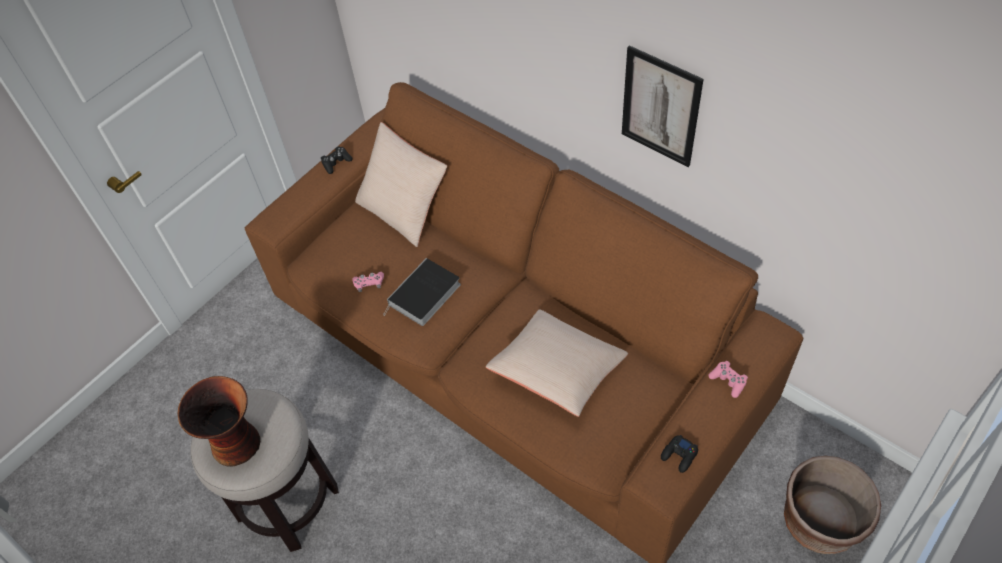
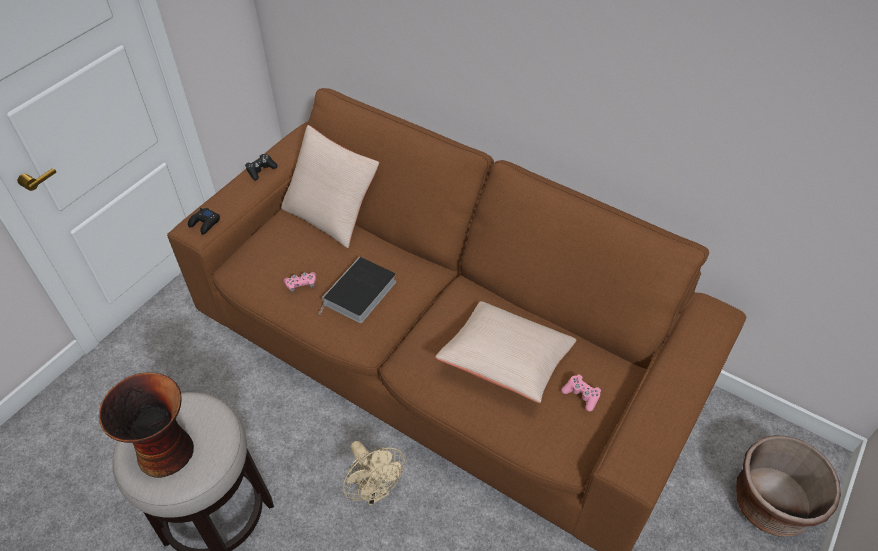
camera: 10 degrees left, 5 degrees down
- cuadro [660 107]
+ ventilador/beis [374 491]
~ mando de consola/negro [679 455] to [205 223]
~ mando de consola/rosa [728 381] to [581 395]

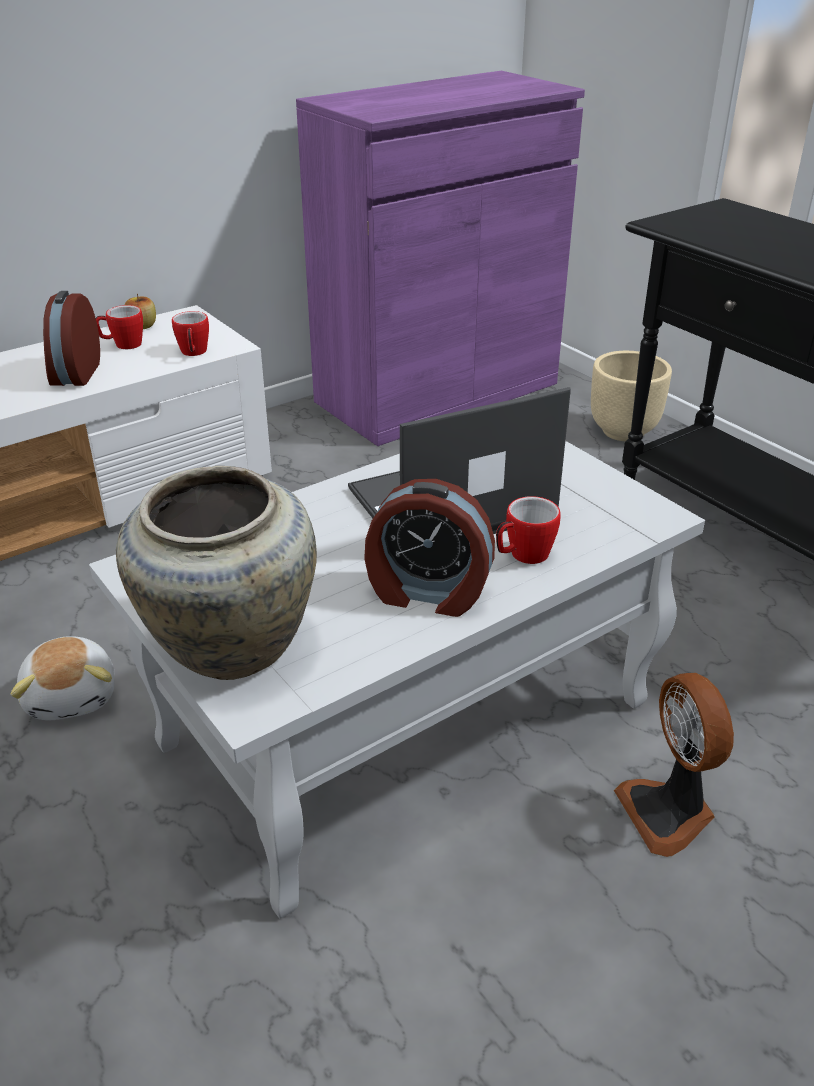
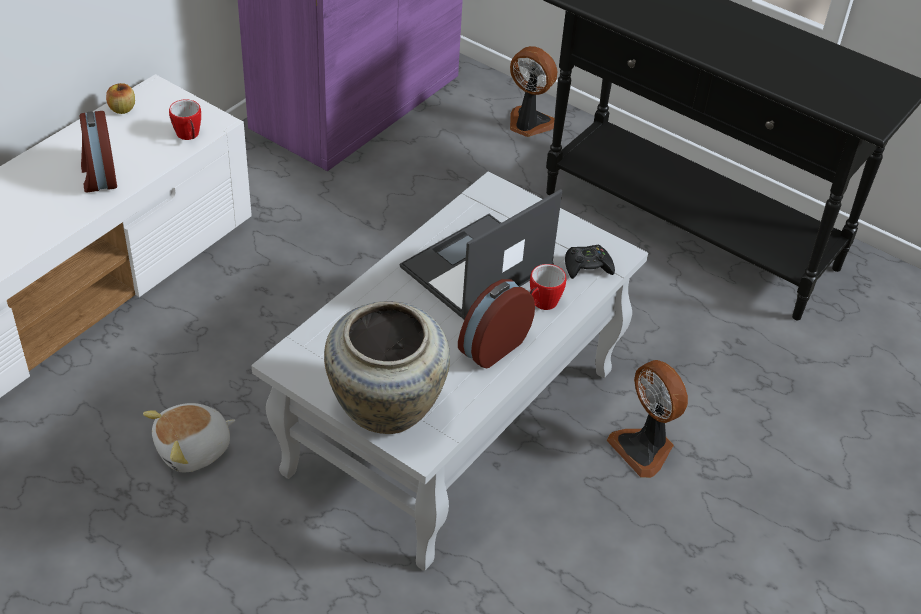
camera: 20 degrees left, 10 degrees up
- taza grande [123 345]
+ mando de consola/negro [587 266]
~ maceta/beis [622 432] to ventilador [528 124]
~ peluche [73 696] = [194 450] 90 degrees clockwise
~ despertador [427 594] = [492 345] 135 degrees clockwise

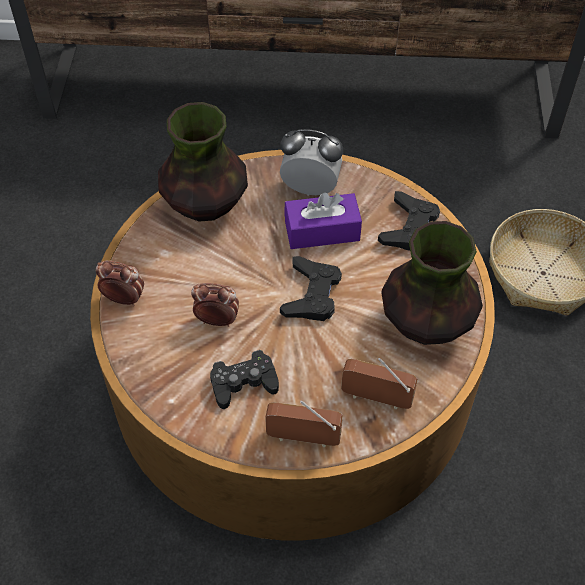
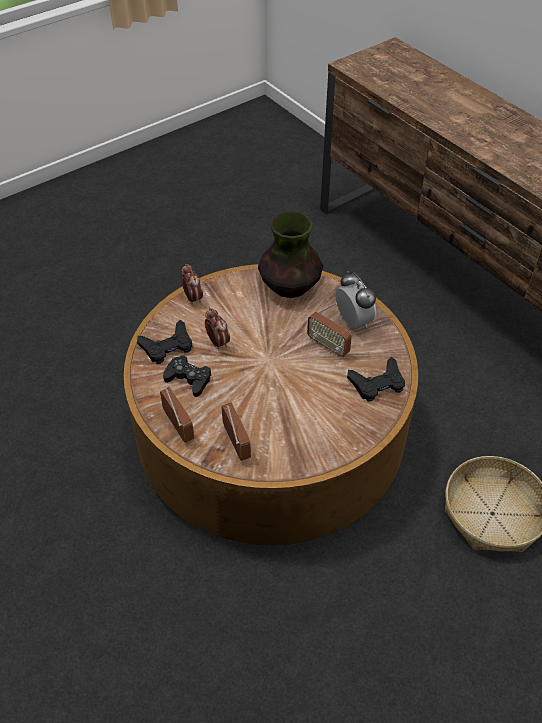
camera: 50 degrees right, 5 degrees down
- florero [426 323]
~ mando de consola/negro [311 294] to [167 346]
~ caja de pañuelos/morado [322 231] to radio [328 346]

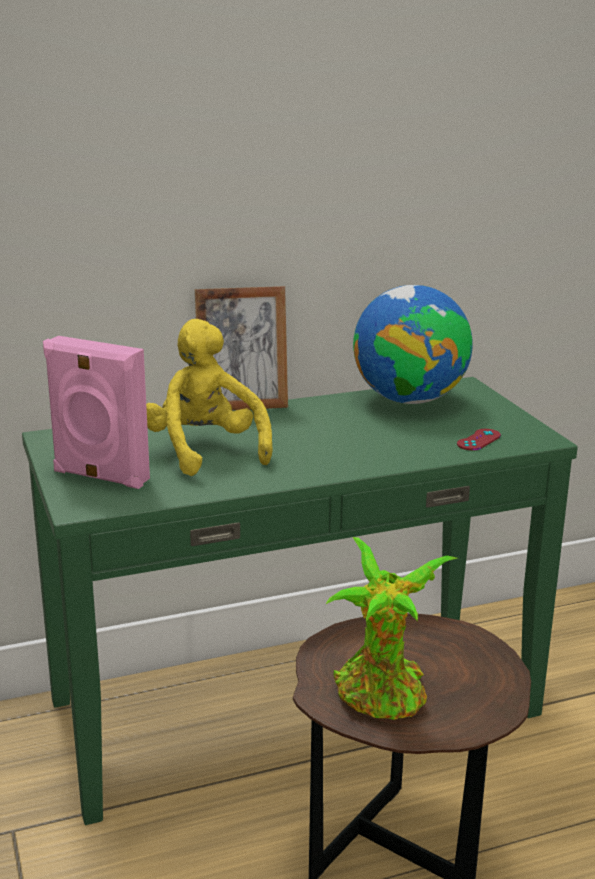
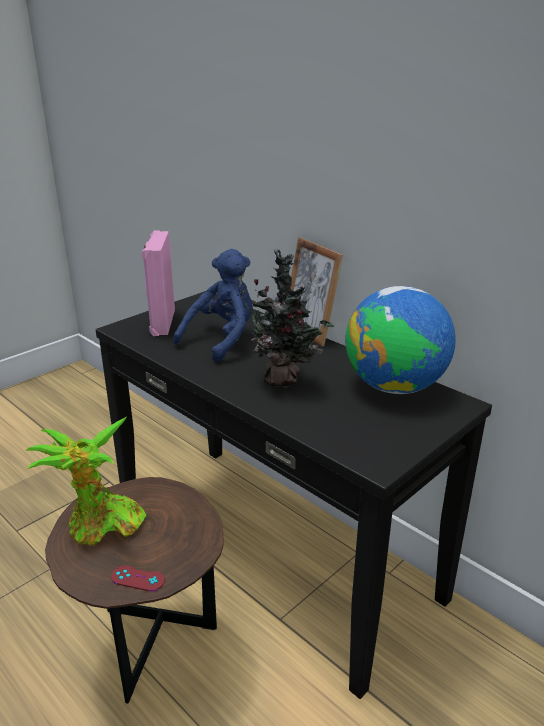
camera: 65 degrees right, 5 degrees up
+ planta en maceta [285 380]
~ mando de consola/rojo [478 440] to [138 578]
~ mesa consola/verde [294 706] to mesa consola/negro [273 546]
~ peluche/amarillo [205 451] to peluche/azul [222 339]

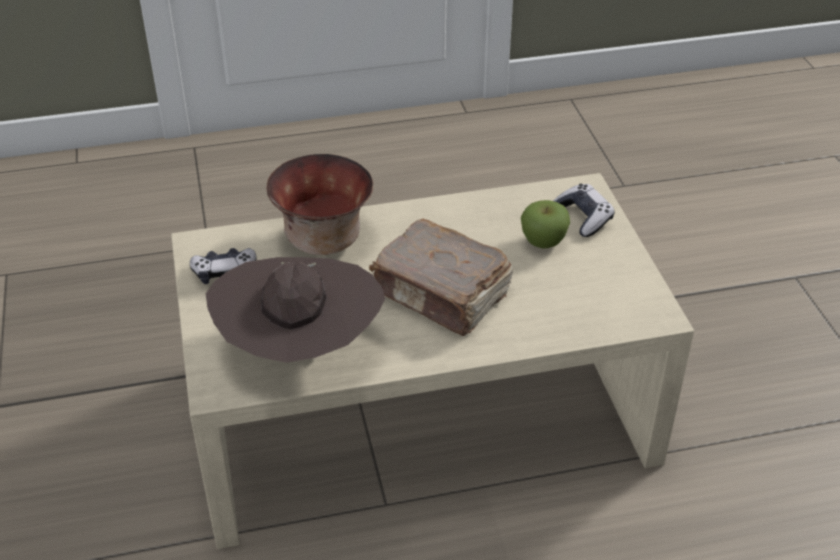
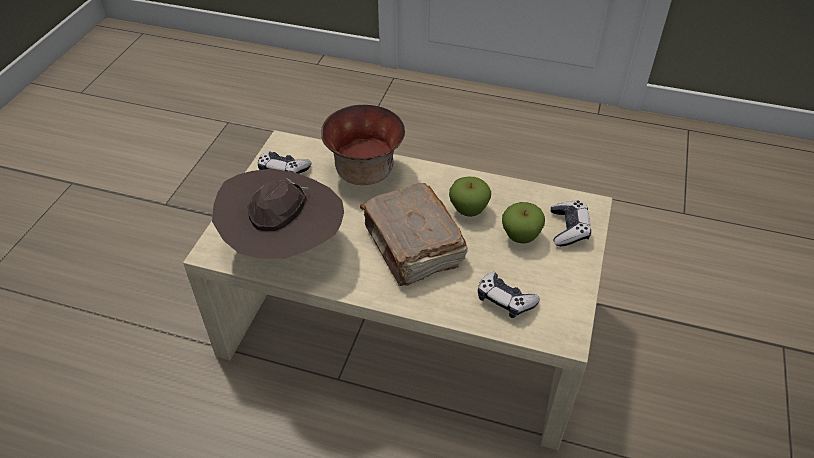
camera: 30 degrees right, 5 degrees up
+ manzana [468 210]
+ mando de consola [505 300]

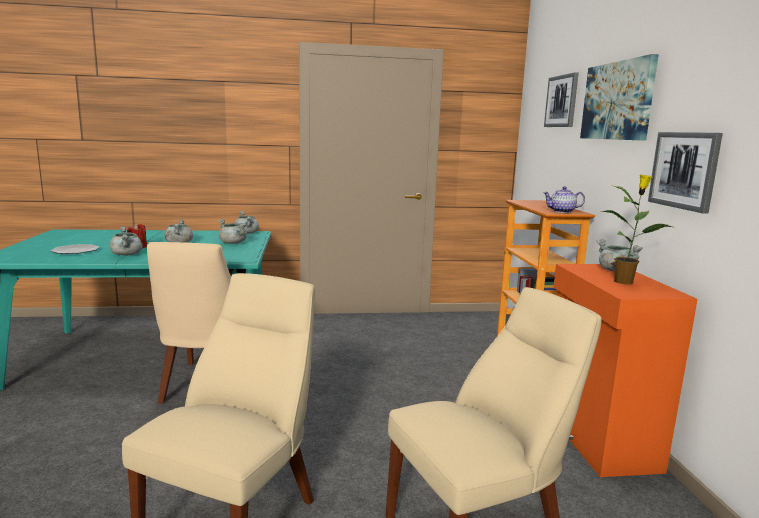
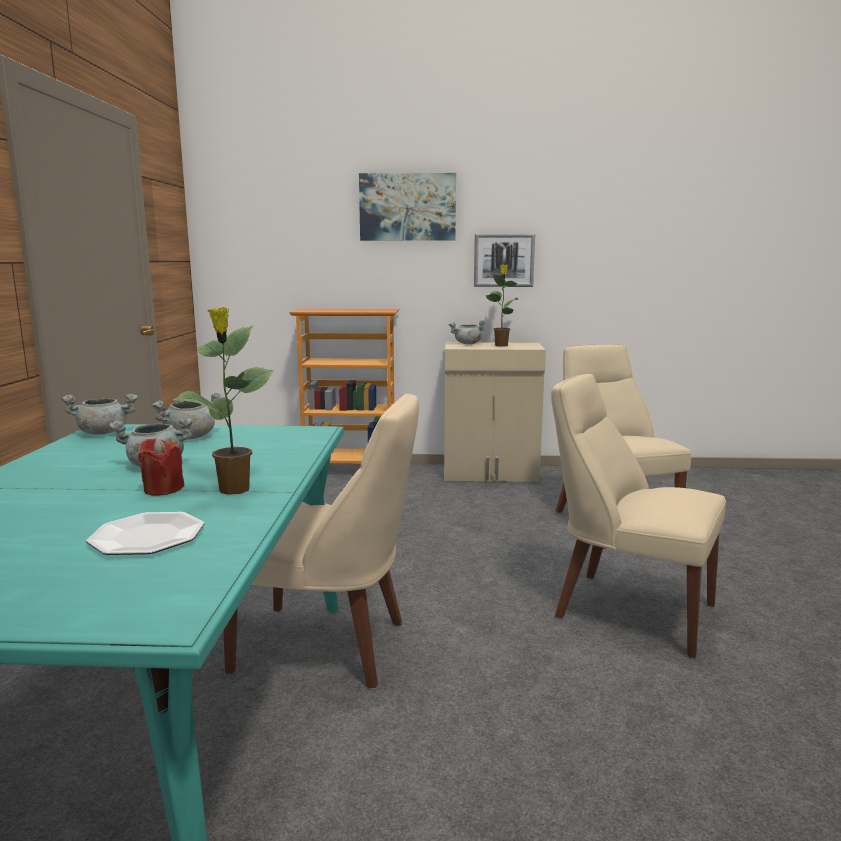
camera: 80 degrees left, 0 degrees up
- tetera [562 211]
- cuadro [562 101]
~ olla/gris [127 254] to planta en maceta [234 490]
~ armario/naranja [597 438] to armario/beis [491 473]

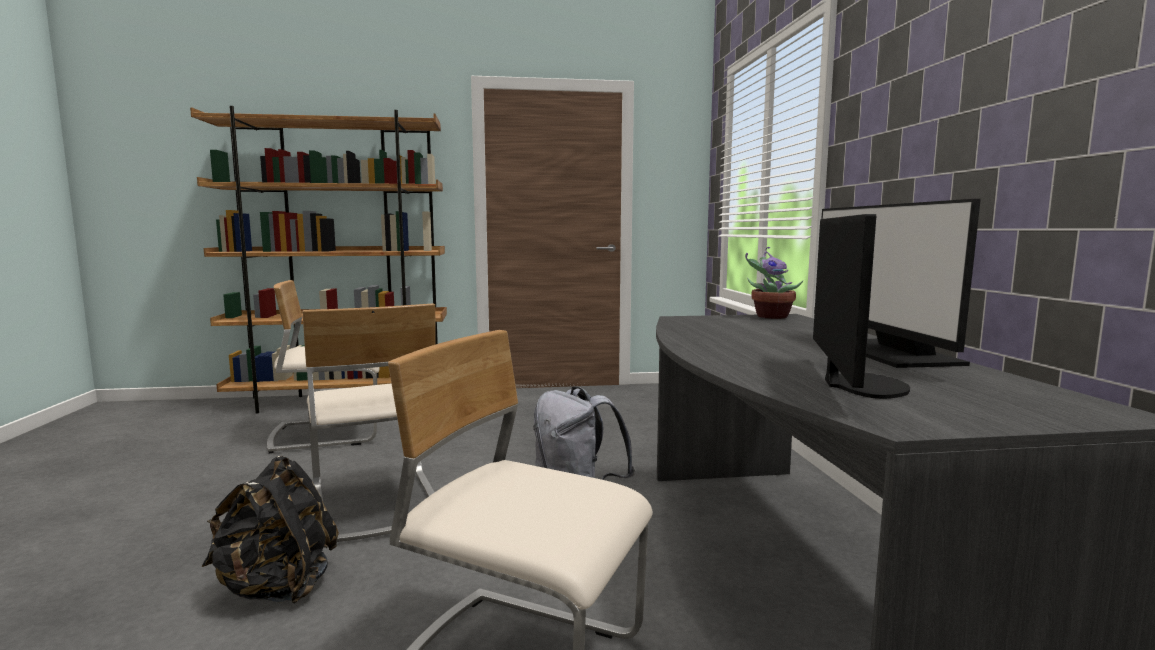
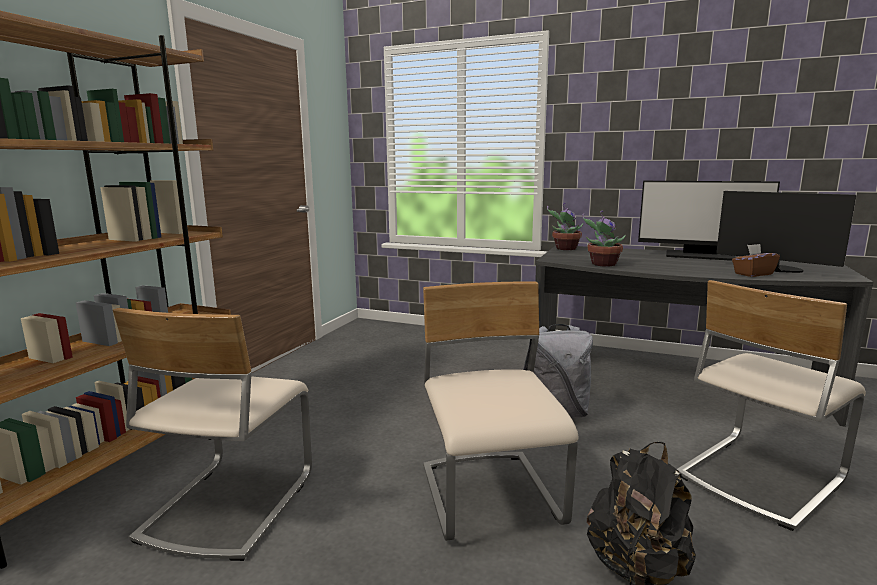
camera: 60 degrees left, 5 degrees up
+ planta en maceta [602 264]
+ caja de pañuelos/marrón [753 274]
~ silla/beis [375 505] = [491 497] 105 degrees counterclockwise

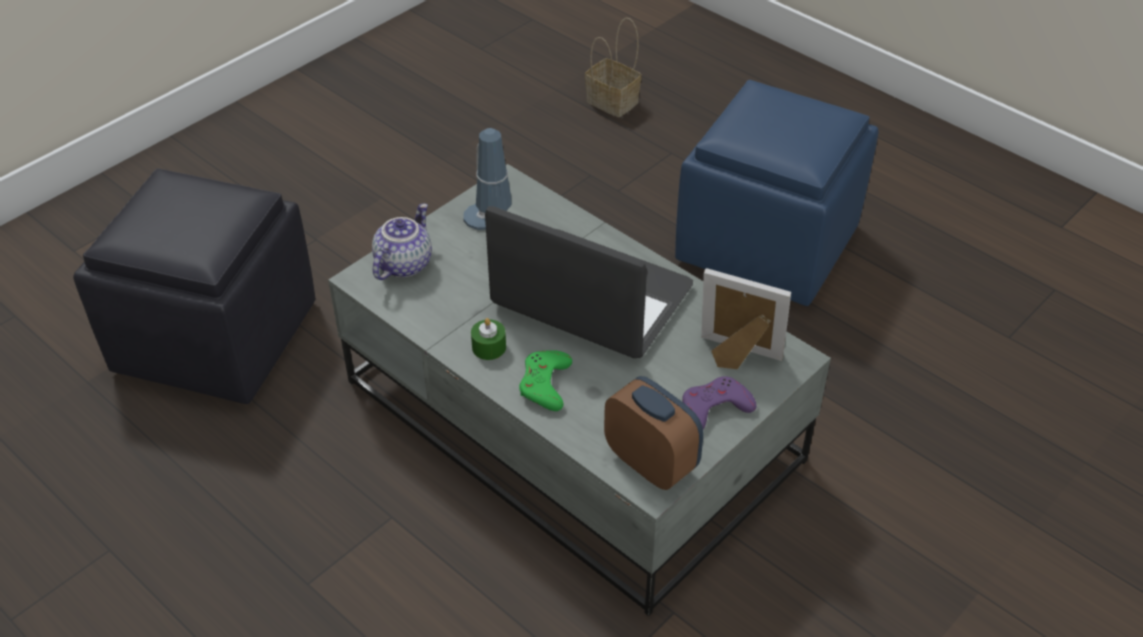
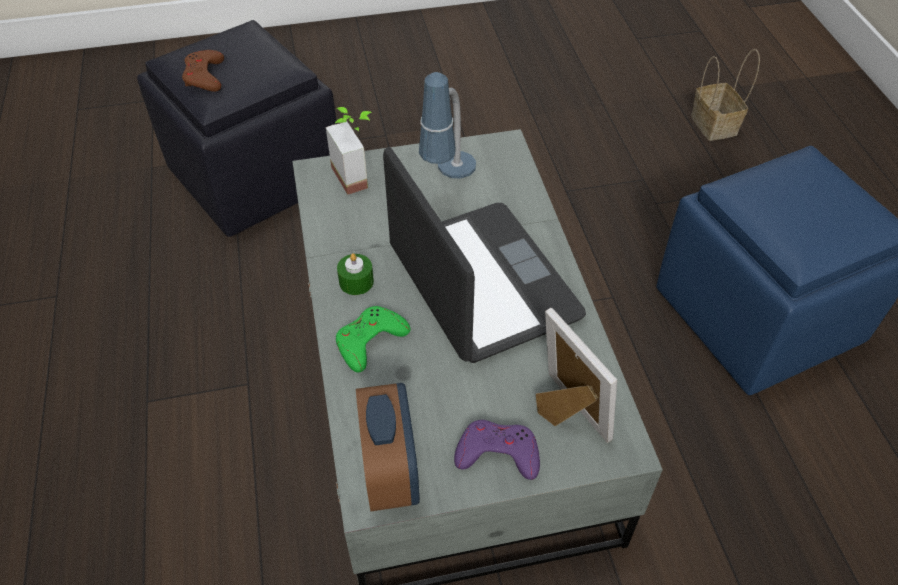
camera: 35 degrees right, 5 degrees up
+ mando de consola/marrón [205 76]
~ tetera [403 263] to planta en maceta [358 175]

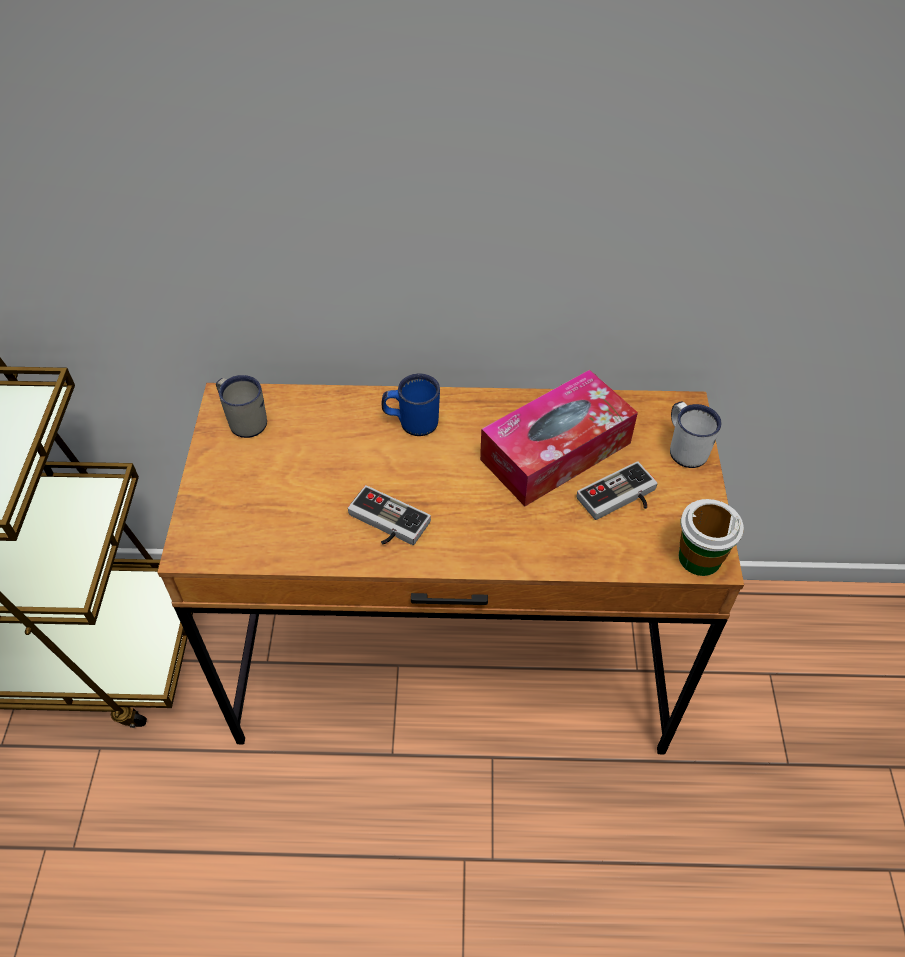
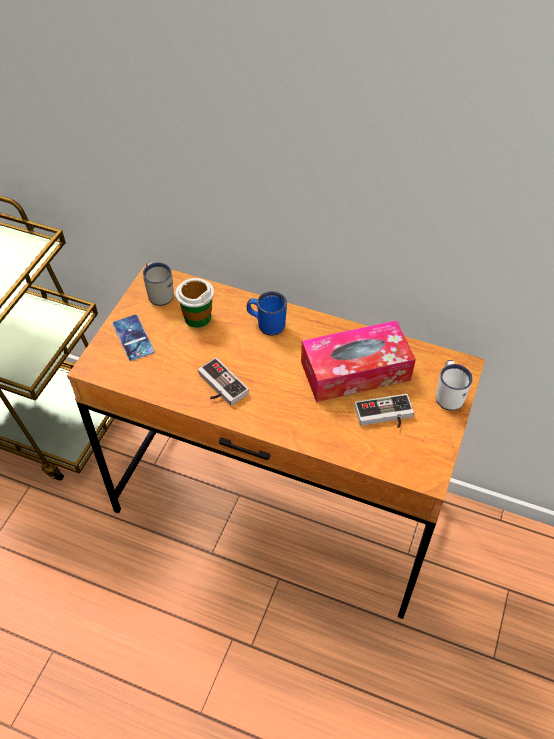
camera: 20 degrees right, 0 degrees up
+ móvil [133 338]
~ taza [699 557] to [197 317]

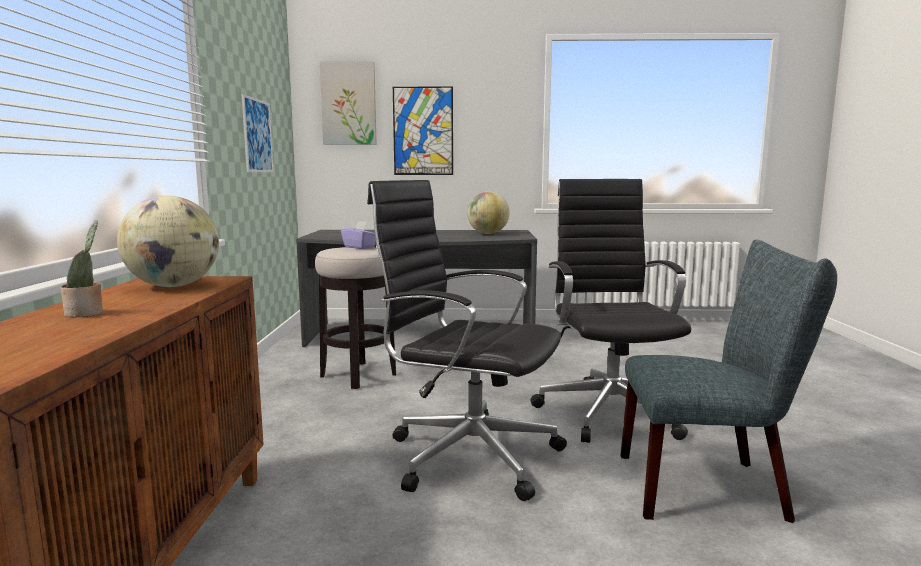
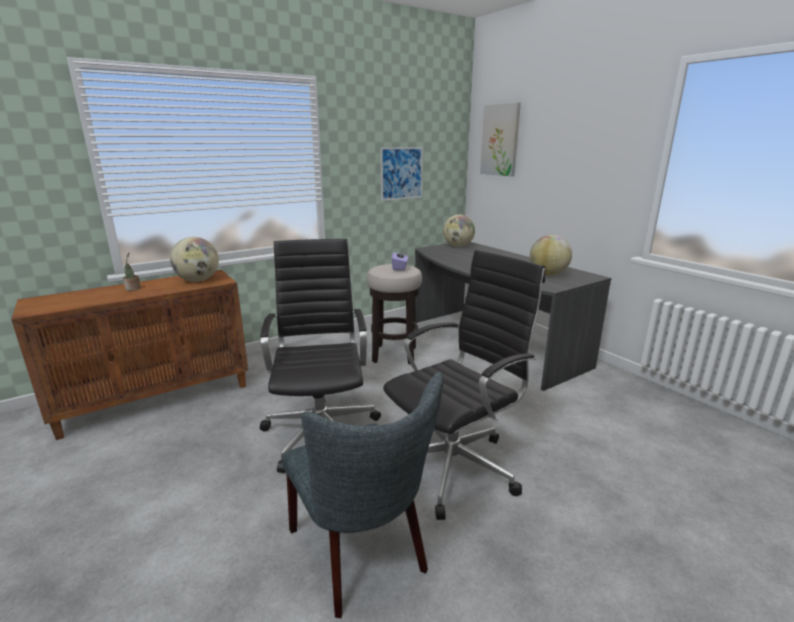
camera: 55 degrees right, 10 degrees up
- cuadro [423 131]
+ globo terráqueo [458 246]

